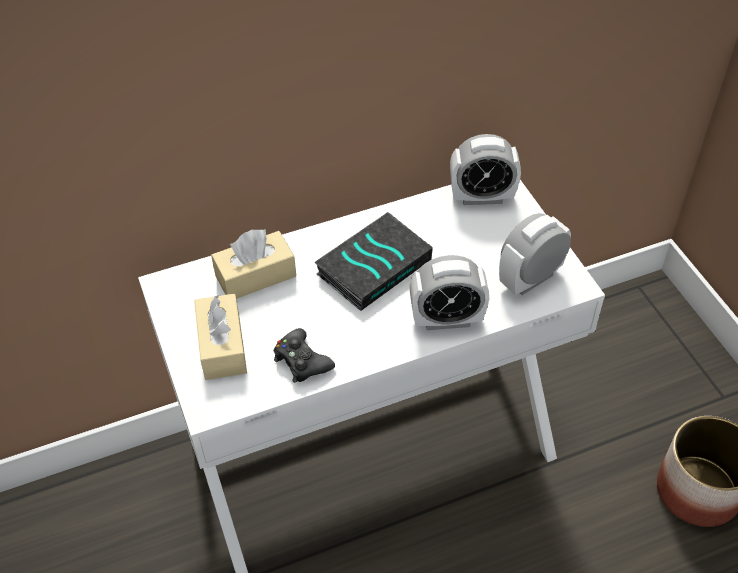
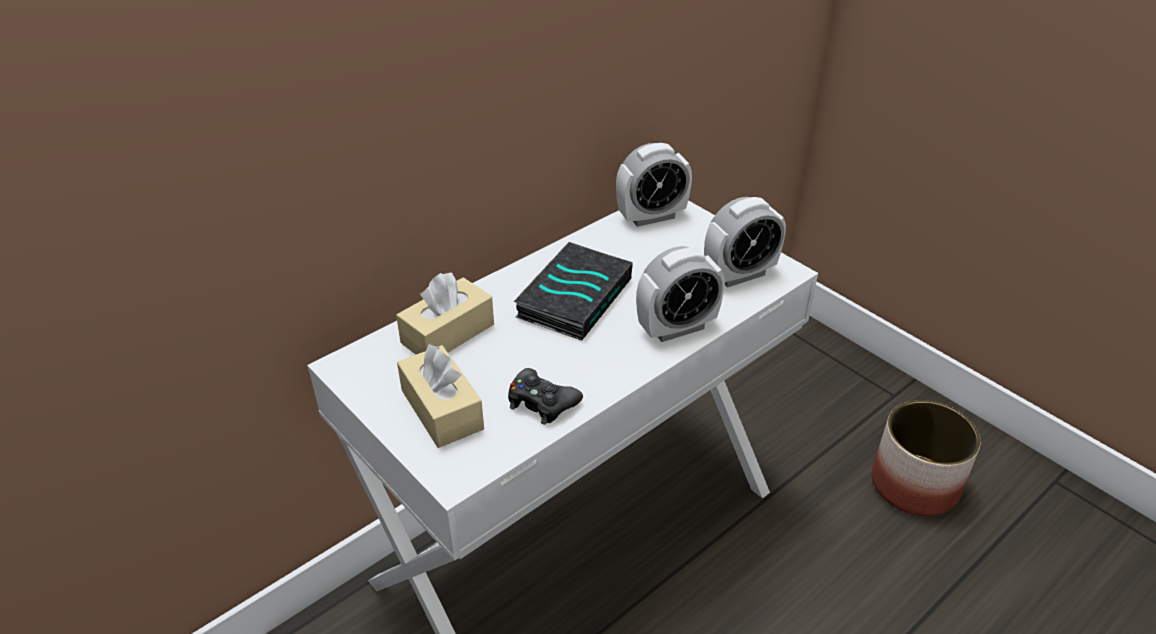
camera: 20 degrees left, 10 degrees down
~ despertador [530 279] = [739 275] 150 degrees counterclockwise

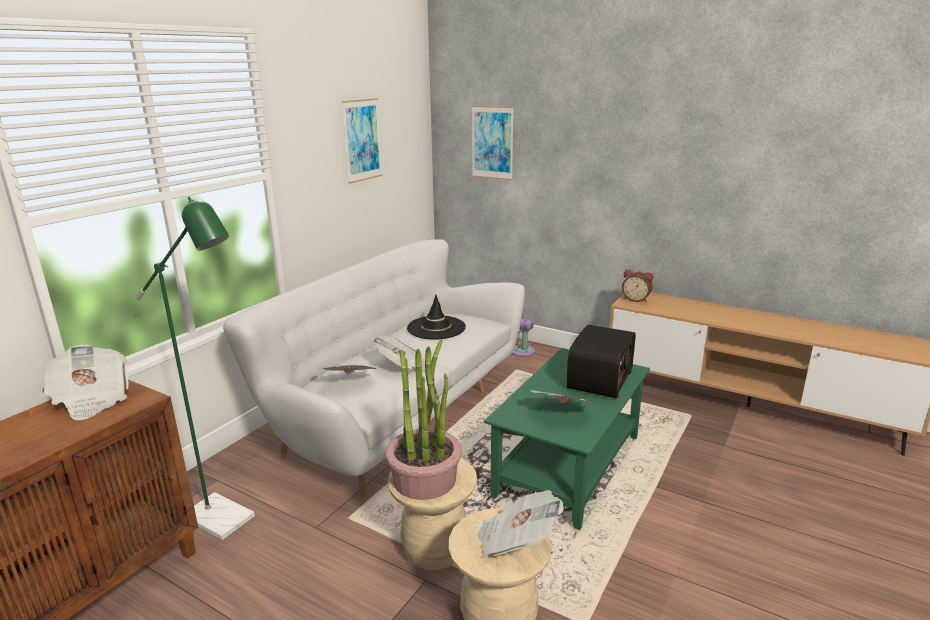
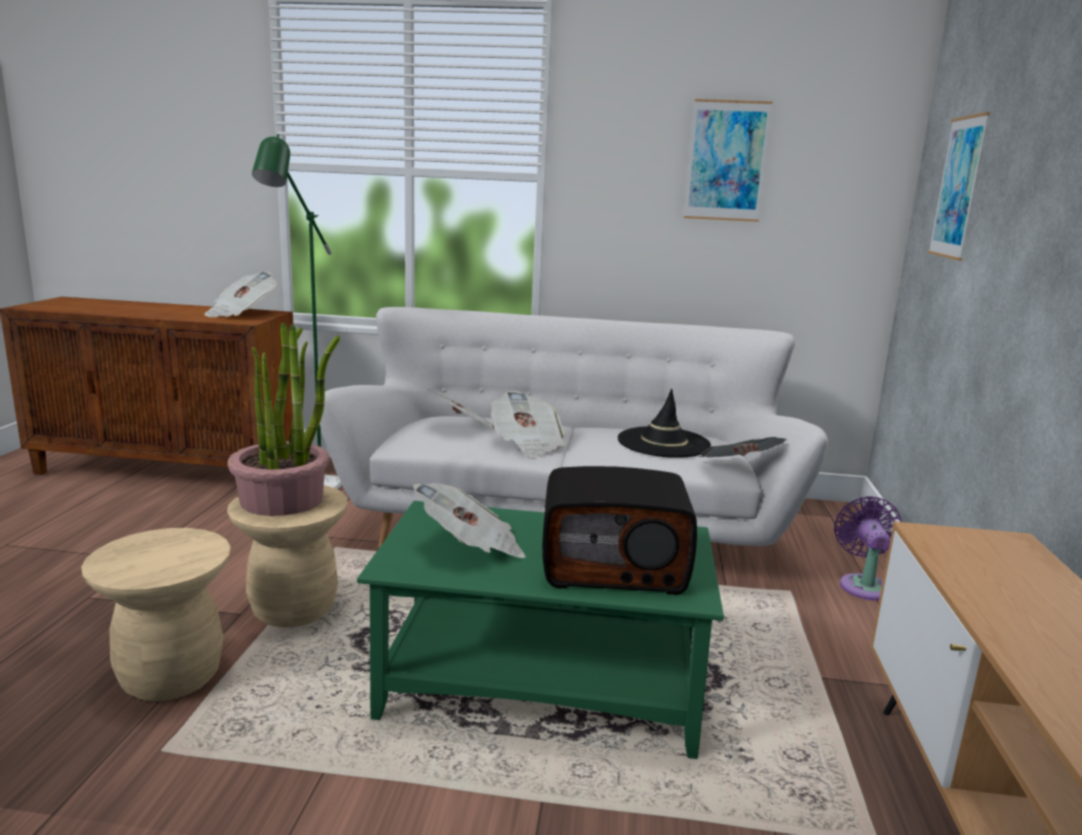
camera: 65 degrees right, 5 degrees down
- despertador [636 299]
~ periódico [516 540] to [738 469]

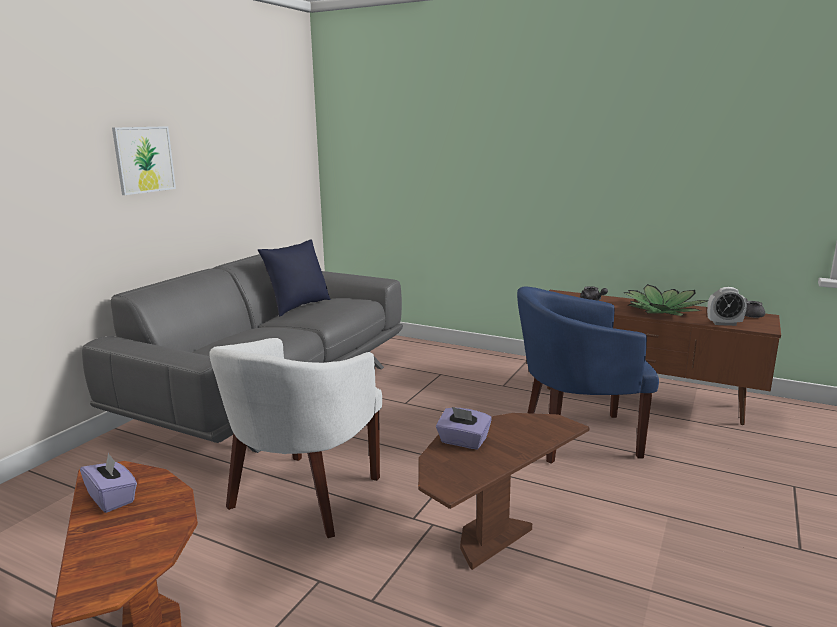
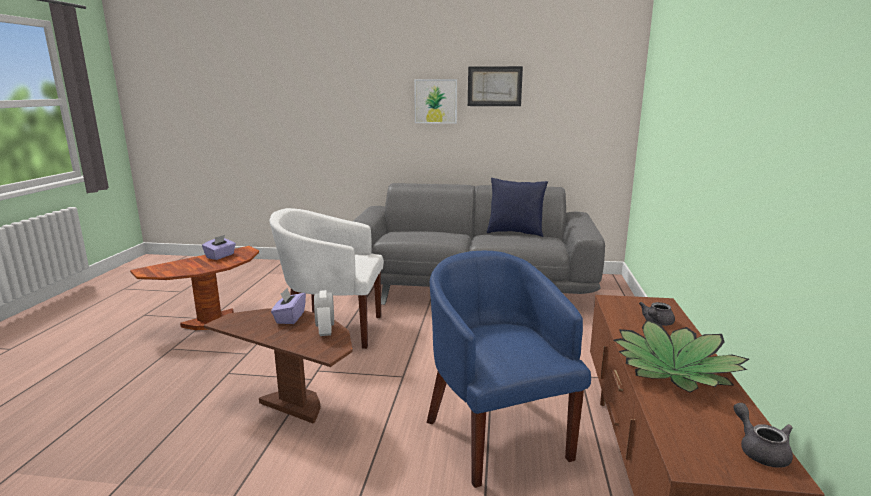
camera: 70 degrees right, 0 degrees up
+ cuadro [494 86]
~ despertador [724 323] to [325 330]

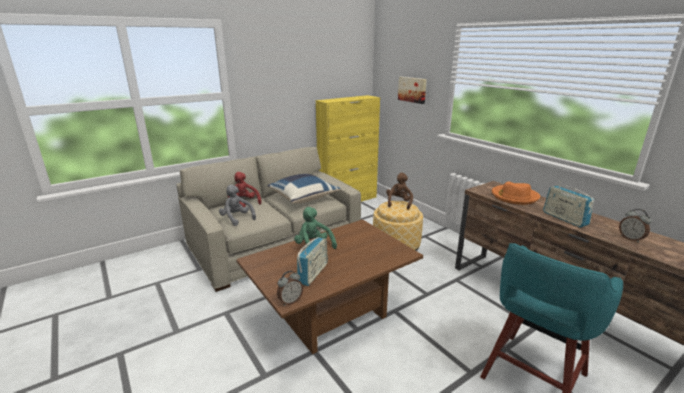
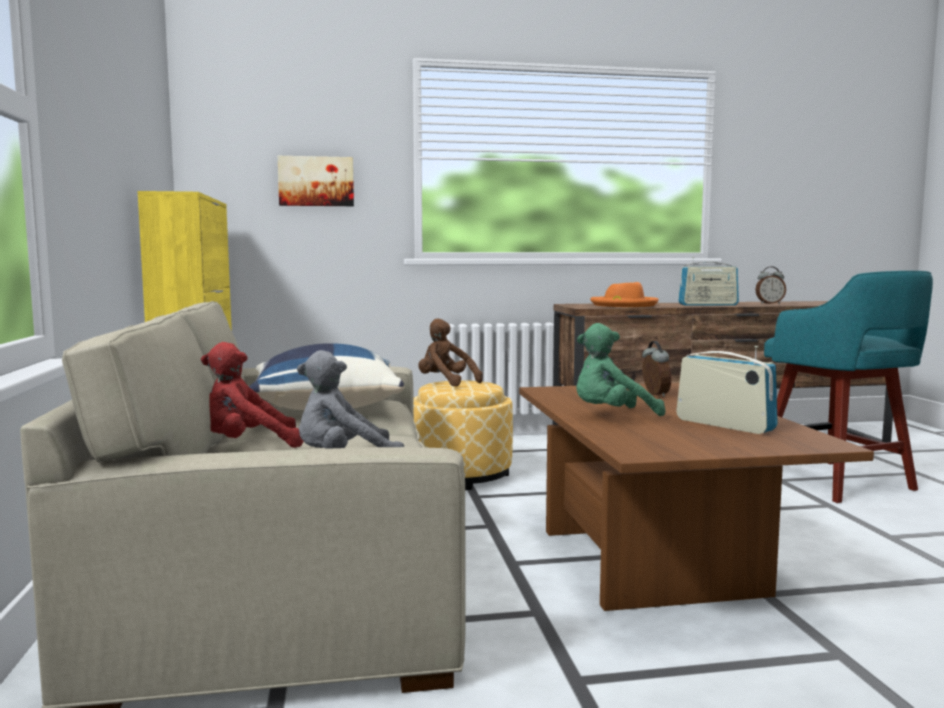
camera: 65 degrees left, 15 degrees down
~ despertador [290 301] to [654 394]

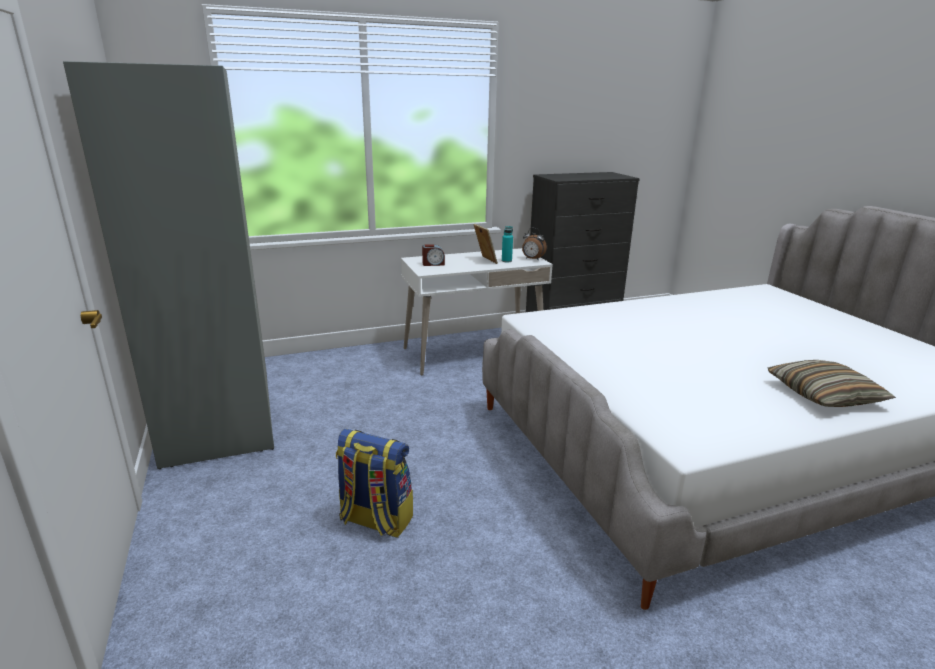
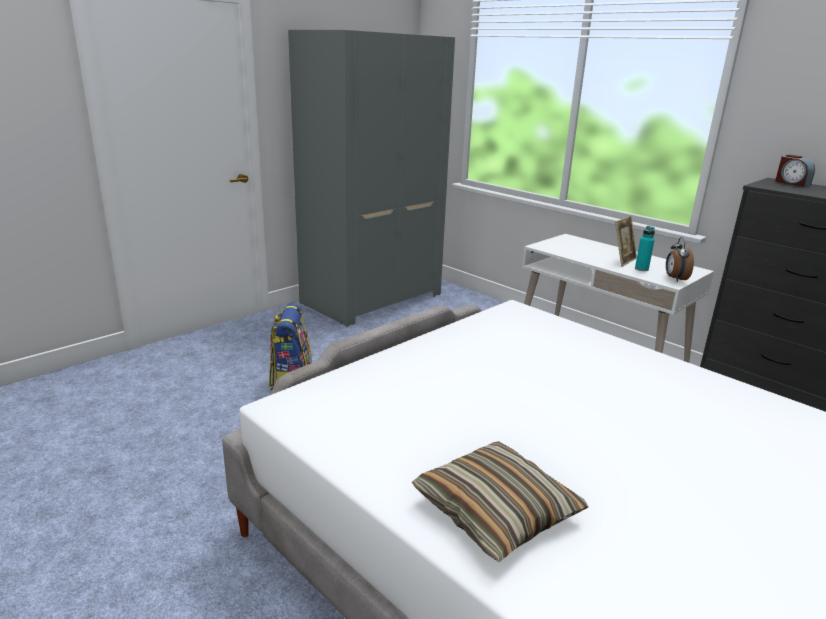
camera: 65 degrees right, 0 degrees up
~ despertador [433 264] to [792 183]

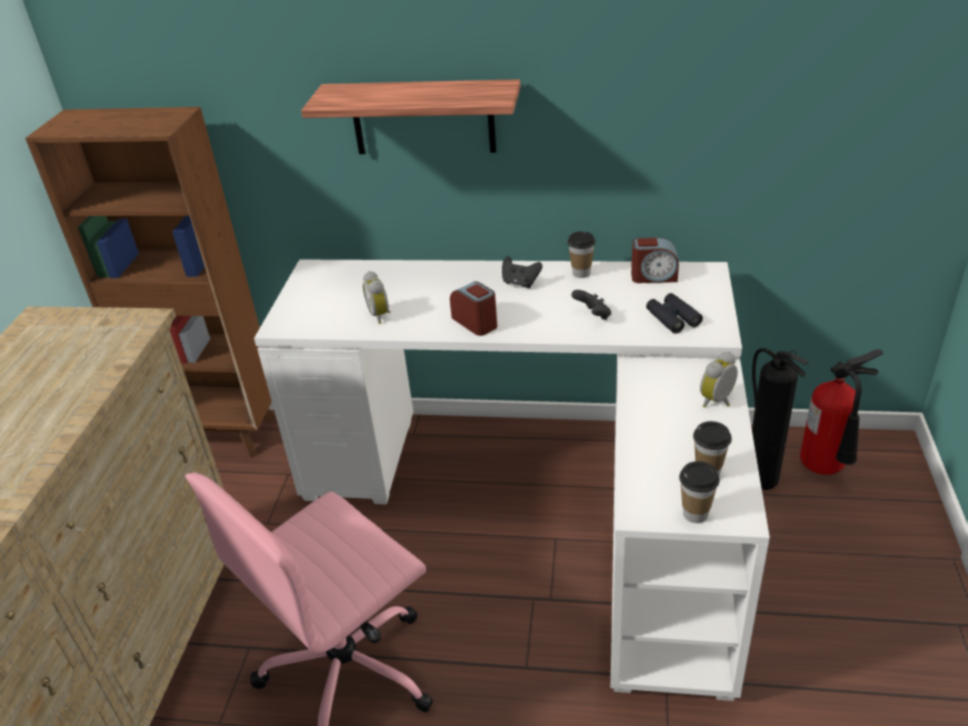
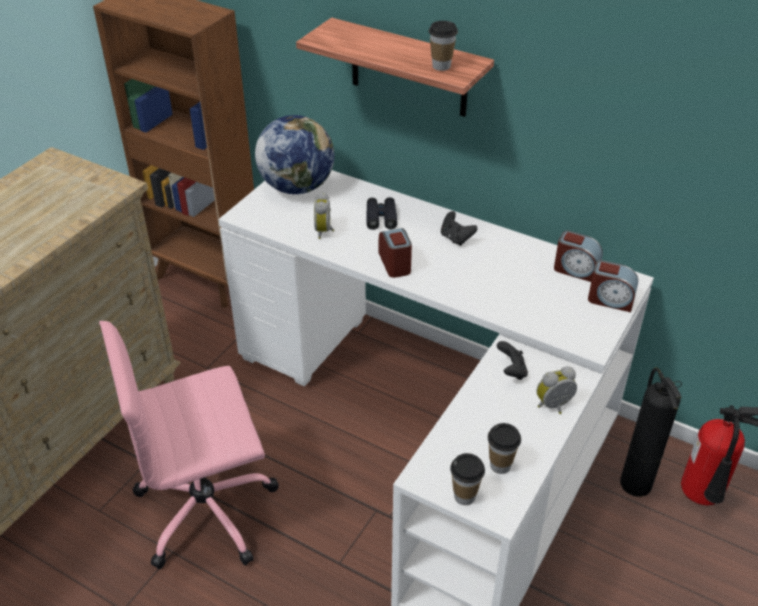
camera: 20 degrees right, 5 degrees up
+ globo terráqueo [297 187]
+ despertador [610 300]
~ taza [581 273] to [441 66]
~ mando de consola/negro [593 316] to [511 371]
~ prismáticos/negro [672 318] to [381 217]

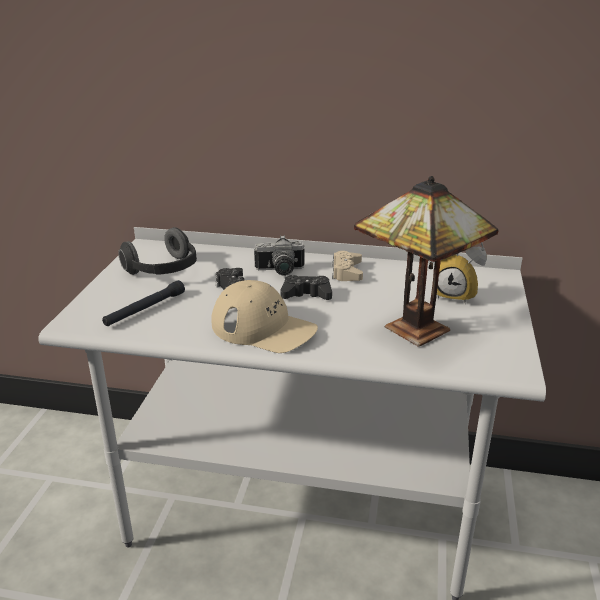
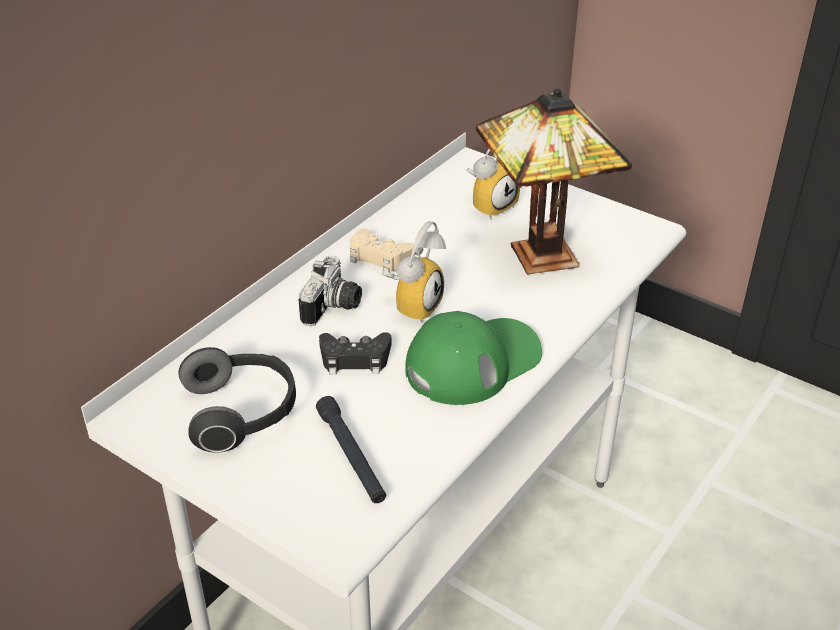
camera: 65 degrees left, 10 degrees up
~ mando de consola/negro [306 294] to despertador [413 305]
~ gorra/beis [263 328] to gorra/verde [473 362]

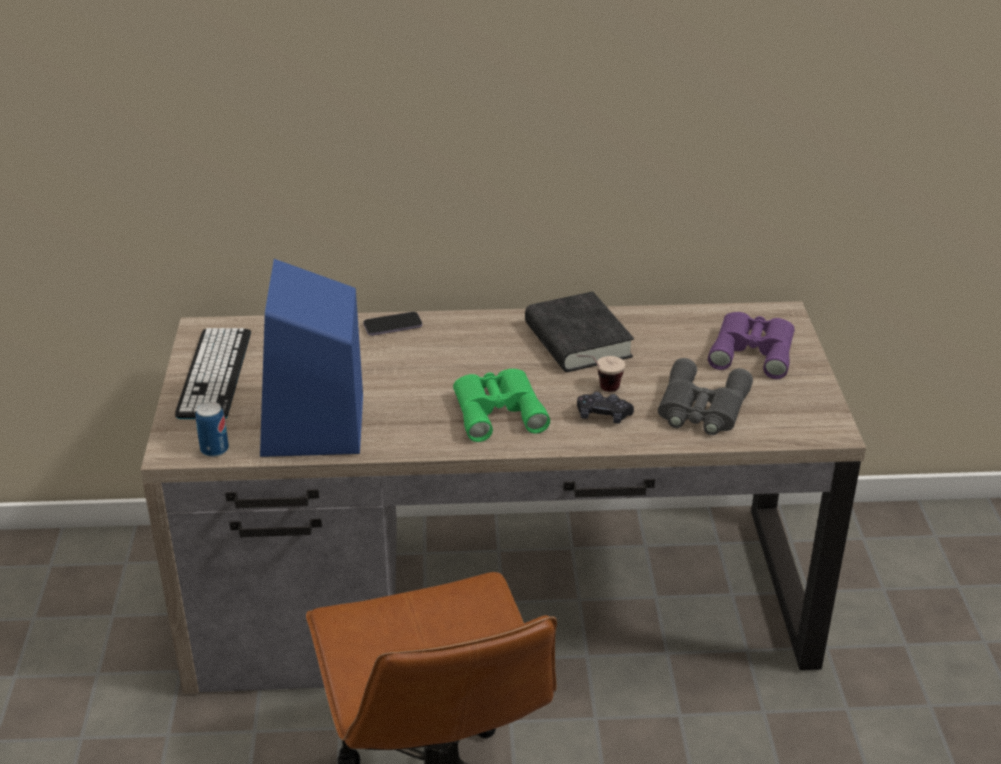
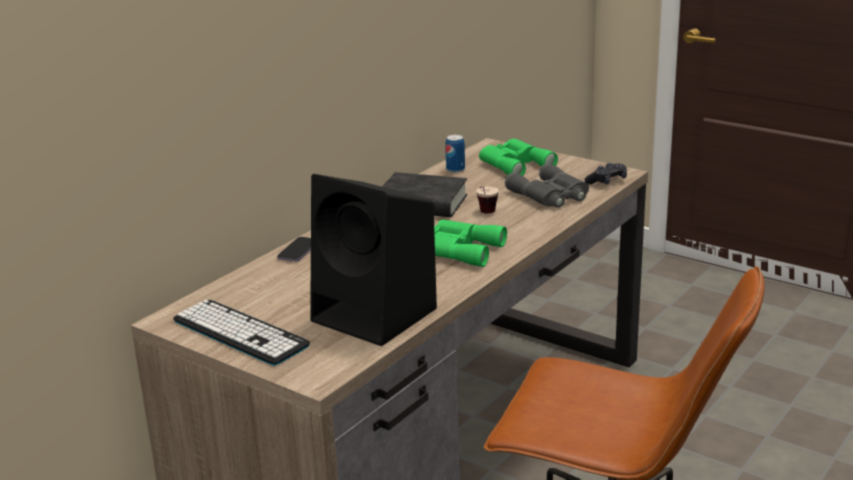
camera: 50 degrees left, 10 degrees down
~ lata [214 449] to [455 169]
~ mando de consola/negro [603 416] to [607 181]
~ altavoz/azul [314 427] to altavoz/negro [377 315]
~ prismáticos/morado [753 350] to prismáticos/verde [514 164]

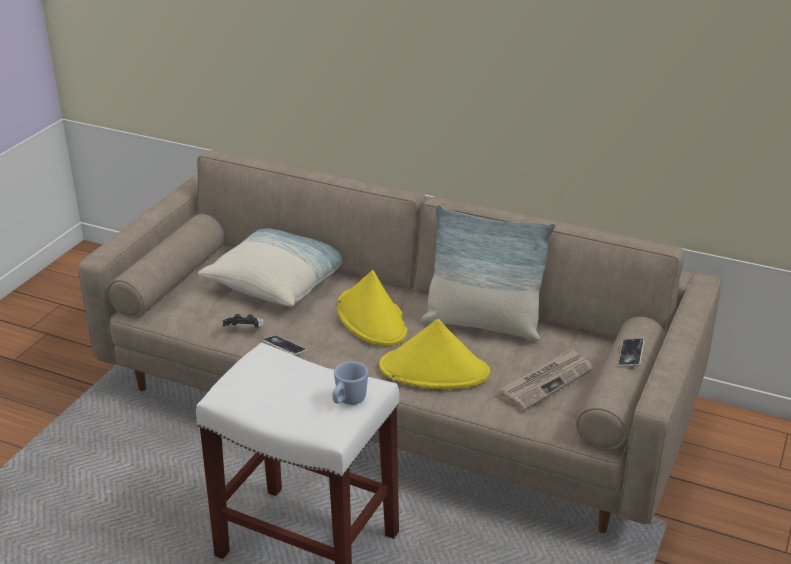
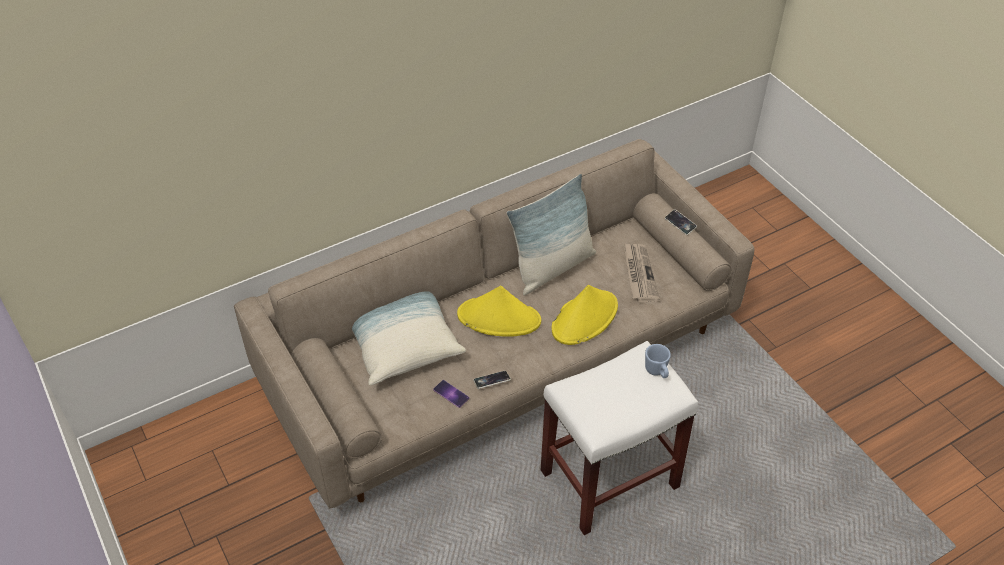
camera: 55 degrees left, 15 degrees up
~ mando de consola [244 331] to móvil [451 394]

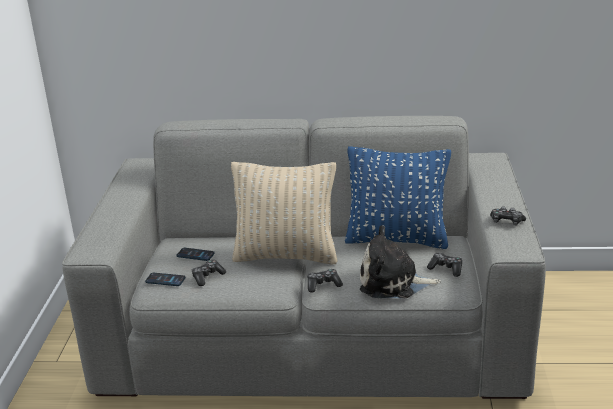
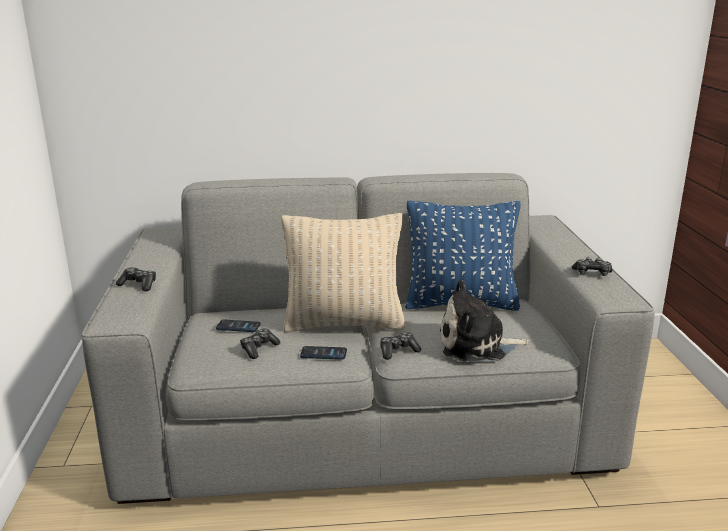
camera: 10 degrees left, 5 degrees down
~ móvil [165 280] to [323 354]
~ mando de consola [446 269] to [138 285]

